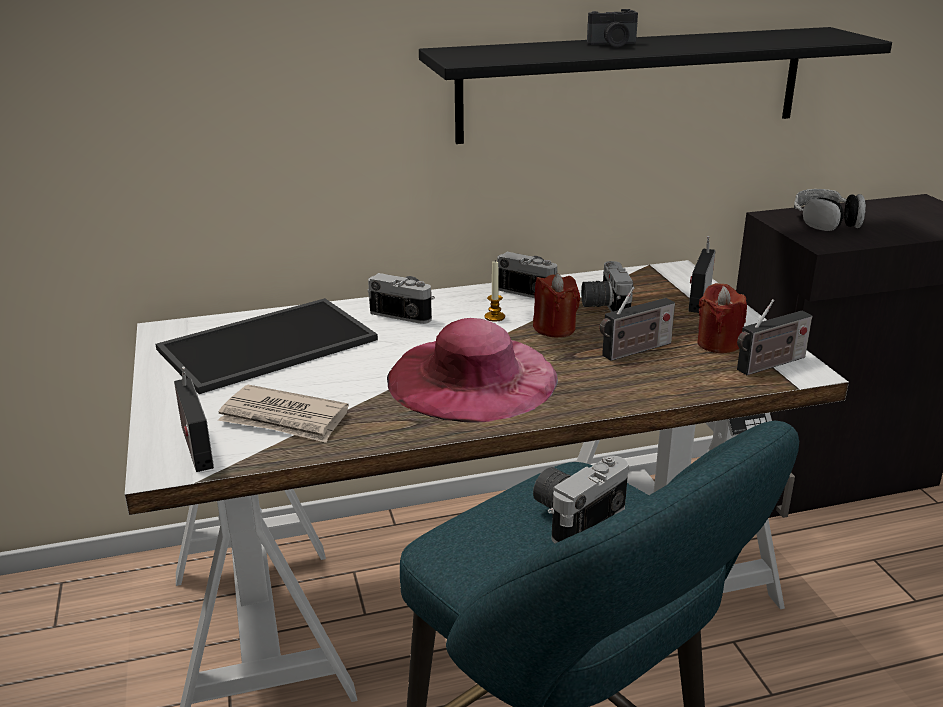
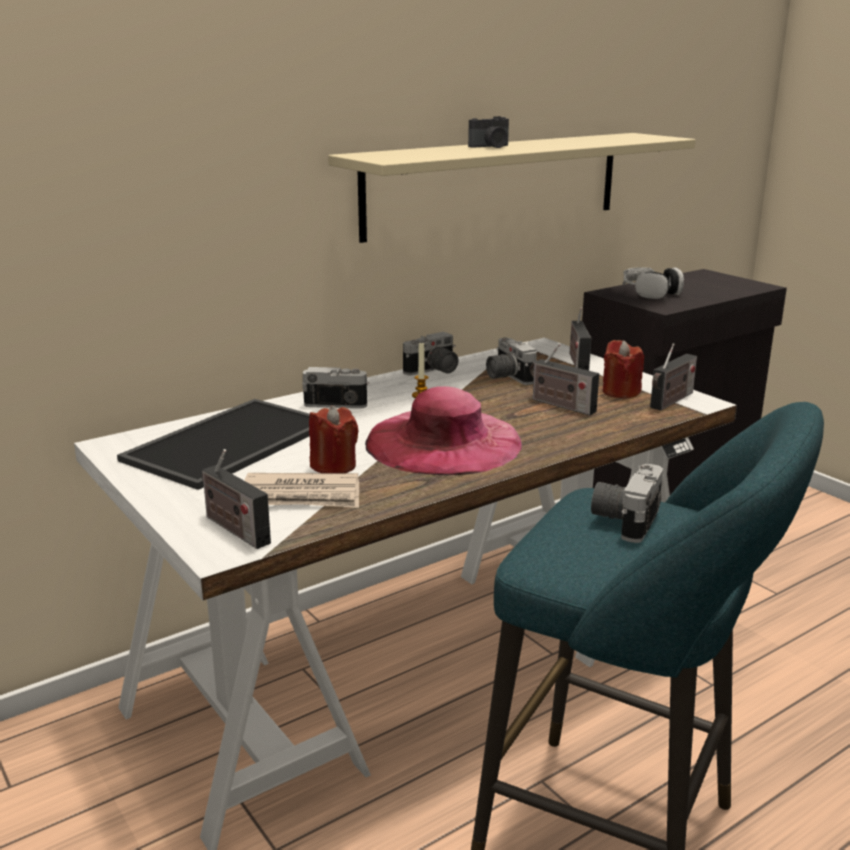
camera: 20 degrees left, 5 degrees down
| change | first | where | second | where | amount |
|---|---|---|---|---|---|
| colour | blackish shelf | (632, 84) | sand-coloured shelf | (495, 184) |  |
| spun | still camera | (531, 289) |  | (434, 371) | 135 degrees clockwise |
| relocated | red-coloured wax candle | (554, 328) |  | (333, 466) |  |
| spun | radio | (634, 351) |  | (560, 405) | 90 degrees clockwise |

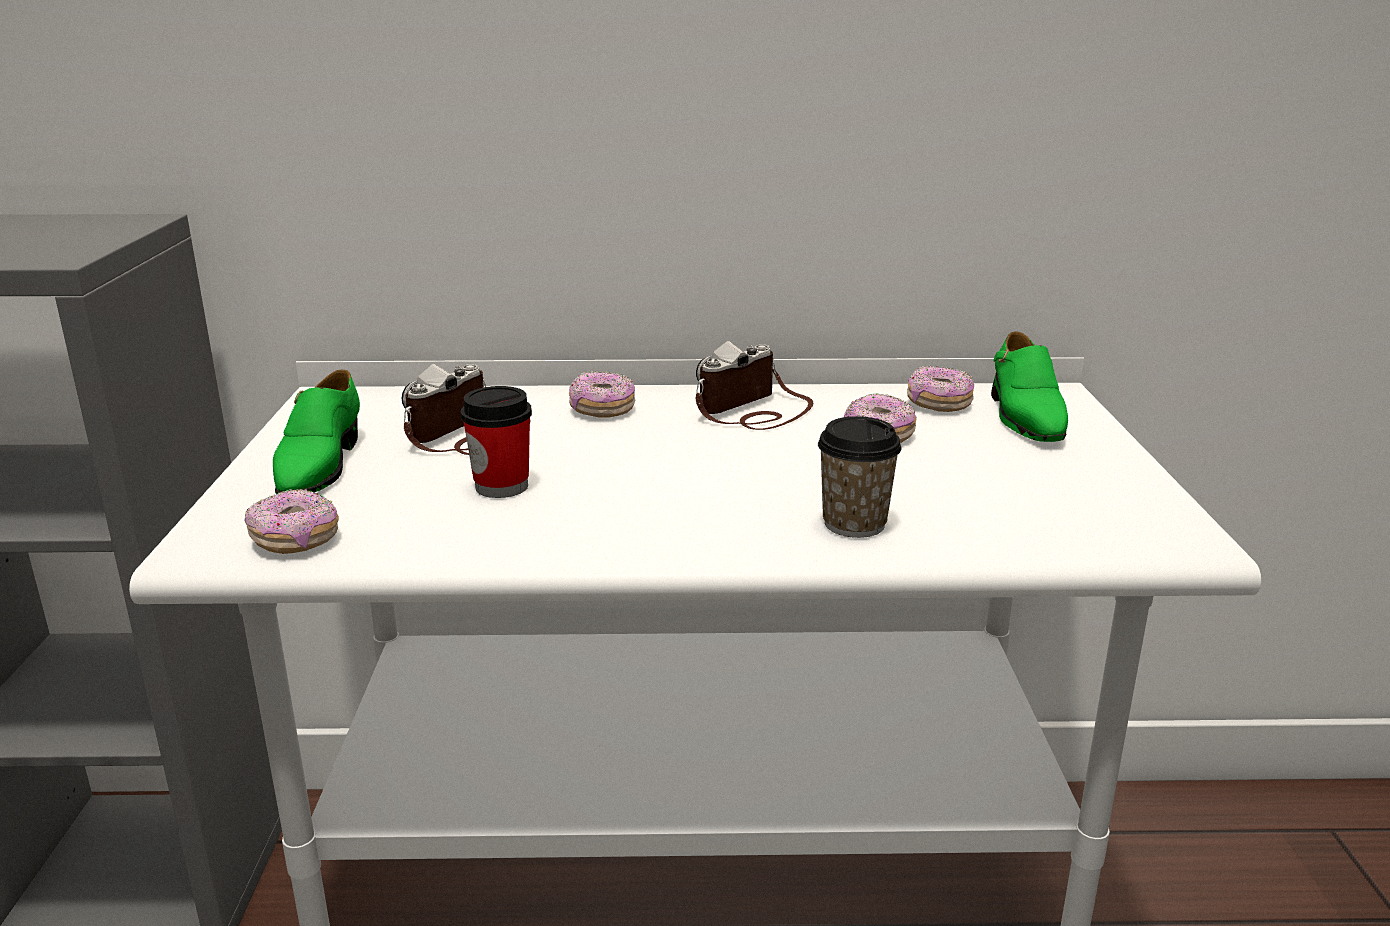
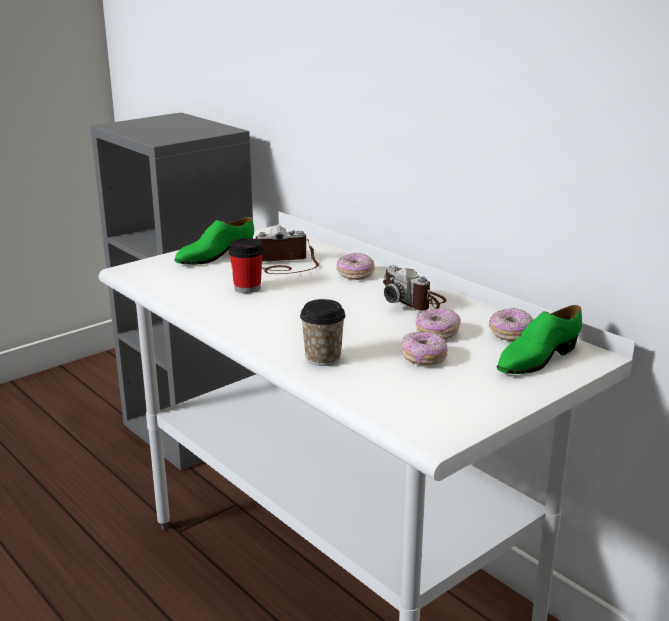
camera: 50 degrees right, 0 degrees up
| change | first | where | second | where | amount |
|---|---|---|---|---|---|
| relocated | donut | (296, 540) |  | (424, 358) |  |
| spun | still camera | (753, 411) |  | (414, 300) | 135 degrees counterclockwise |

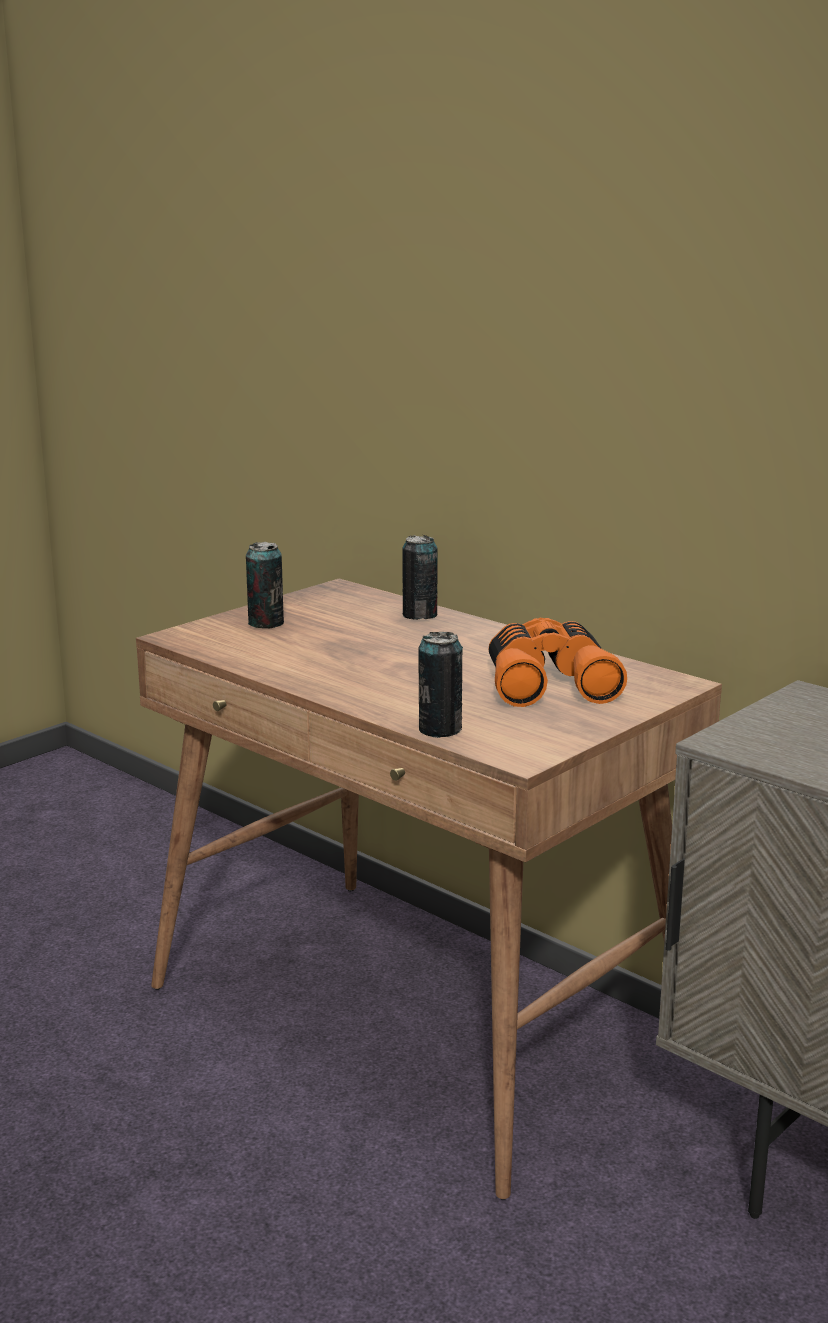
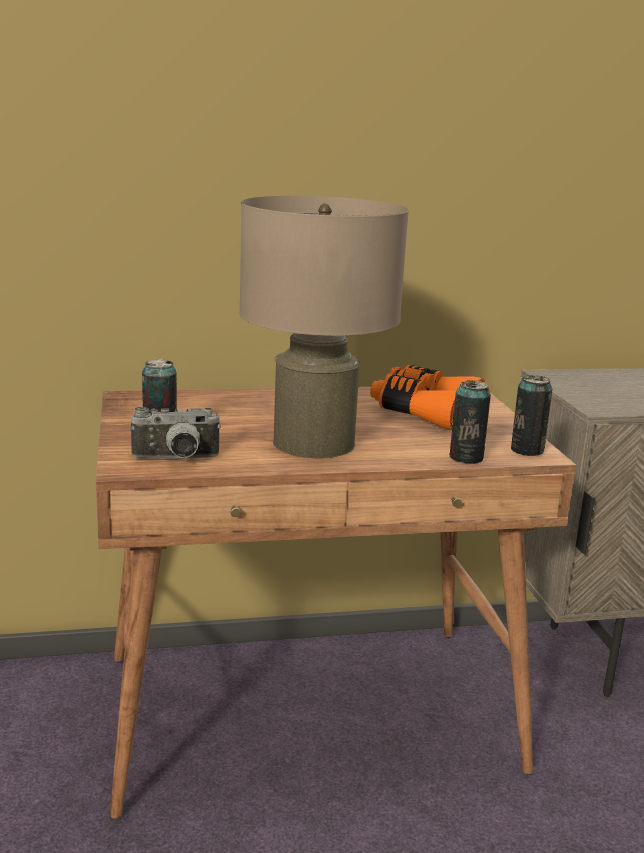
camera: 55 degrees left, 0 degrees up
| change | first | where | second | where | amount |
|---|---|---|---|---|---|
| relocated | sealed can | (420, 615) |  | (527, 450) |  |
| appeared |  |  | still camera | (176, 459) |  |
| appeared |  |  | sand-coloured lamp for a table | (314, 442) |  |

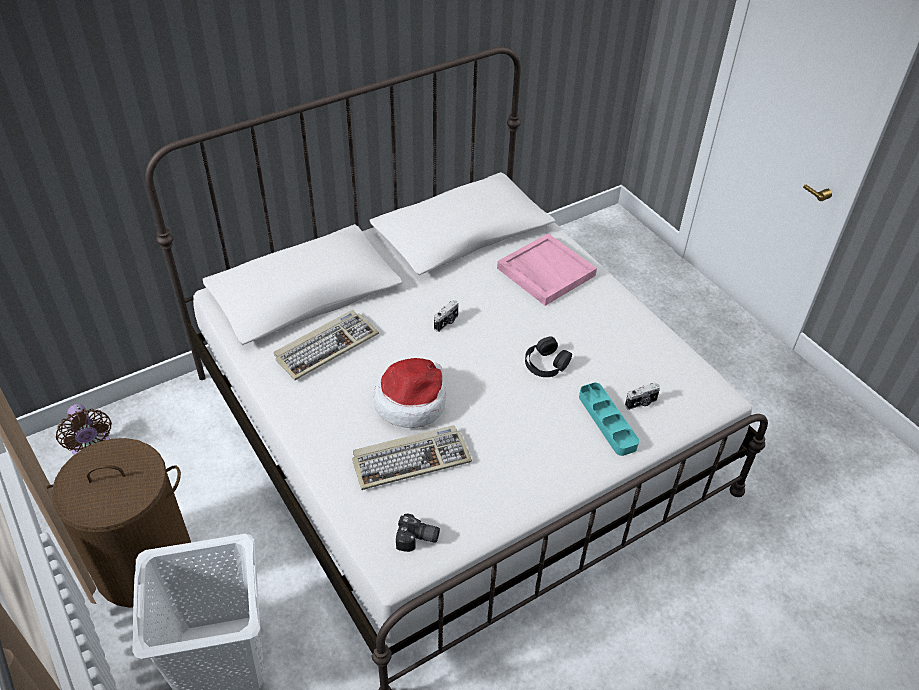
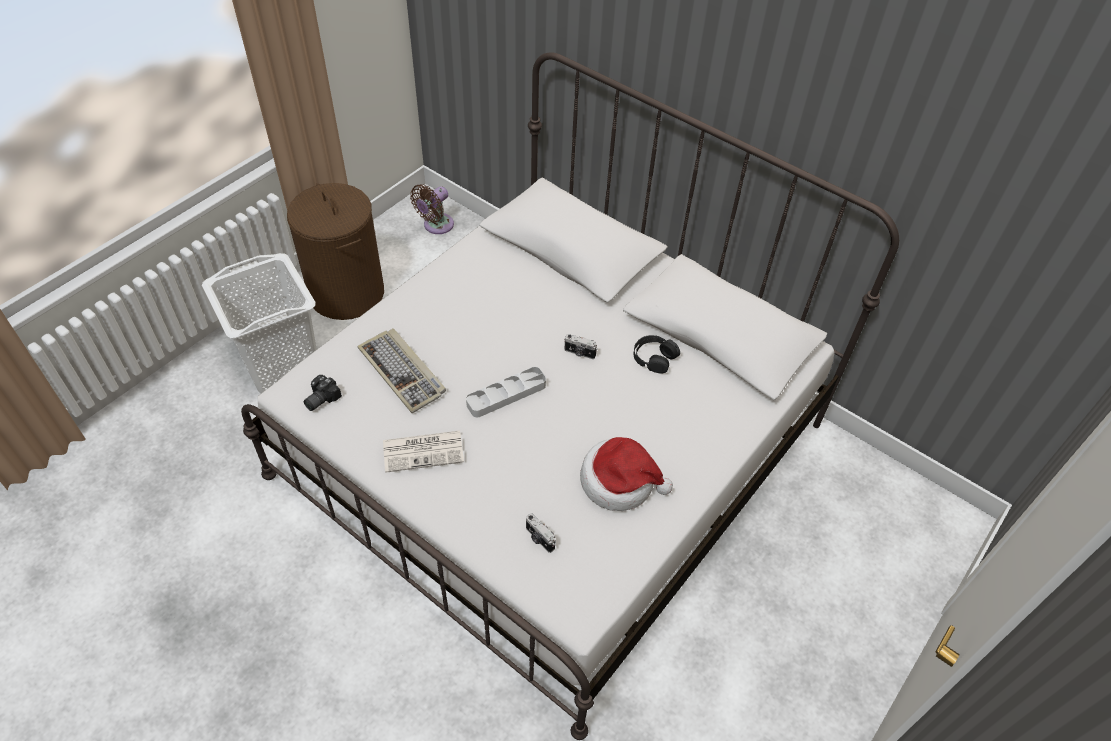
camera: 70 degrees right, 5 degrees up
| change | first | where | second | where | amount |
|---|---|---|---|---|---|
| missing | keyboard | (326, 346) |  |  |  |
| relocated | hat | (411, 402) |  | (619, 481) |  |
| spun | still camera | (417, 539) |  | (320, 398) | 45 degrees clockwise |
| missing | pink serving tray | (545, 272) |  |  |  |
| relocated | blackish headset | (546, 363) |  | (654, 357) |  |
| missing | turquoise serving tray | (607, 421) |  |  |  |
| appeared |  |  | newspaper | (424, 451) |  |
| appeared |  |  | grey serving tray | (506, 395) |  |

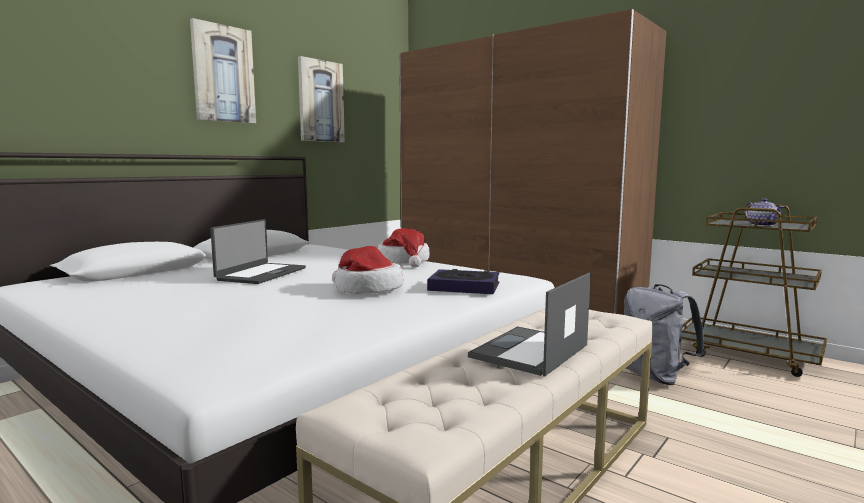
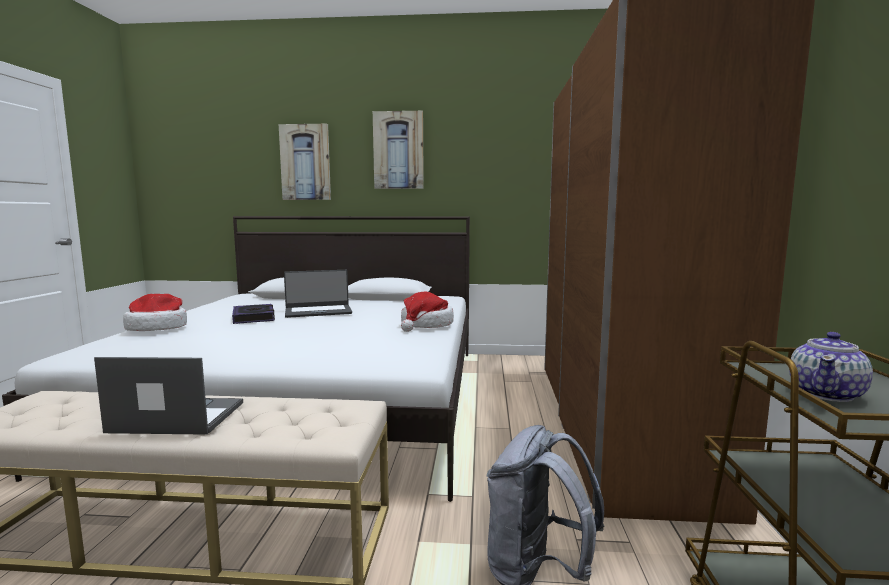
camera: 55 degrees right, 0 degrees up
| change | first | where | second | where | amount |
|---|---|---|---|---|---|
| relocated | picture | (320, 101) |  | (305, 162) |  |
| relocated | hat | (367, 289) |  | (158, 328) |  |
| relocated | volume | (464, 287) |  | (254, 318) |  |

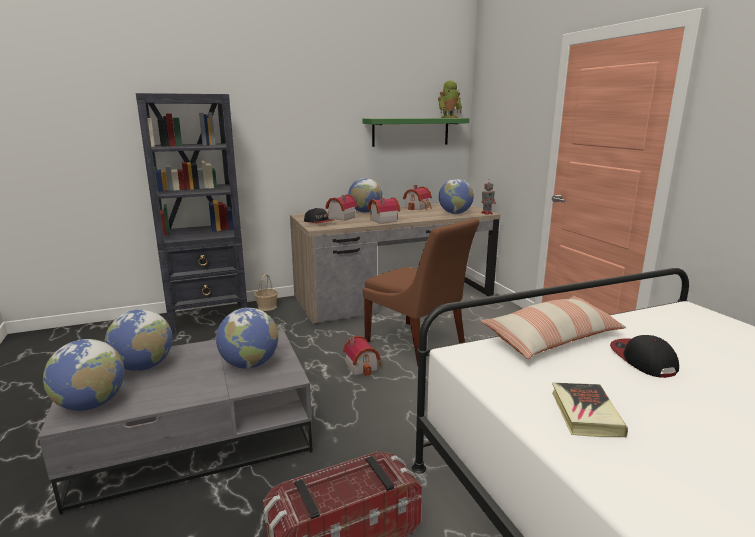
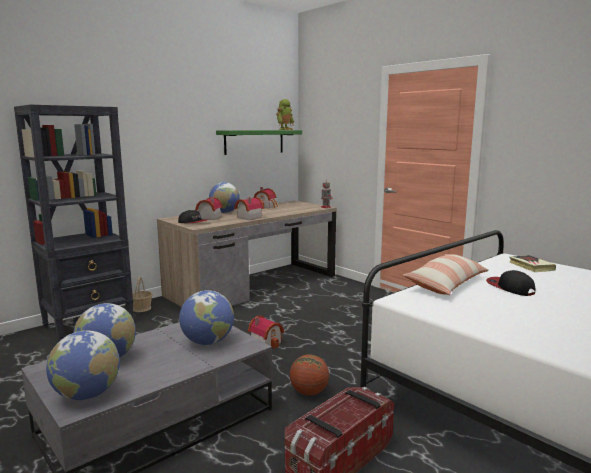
camera: 20 degrees left, 5 degrees down
| change | first | where | second | where | amount |
|---|---|---|---|---|---|
| missing | brown-coloured chair | (417, 345) |  |  |  |
| missing | world globe | (455, 213) |  |  |  |
| relocated | volume | (585, 414) |  | (531, 266) |  |
| appeared |  |  | ball for basketball | (309, 392) |  |

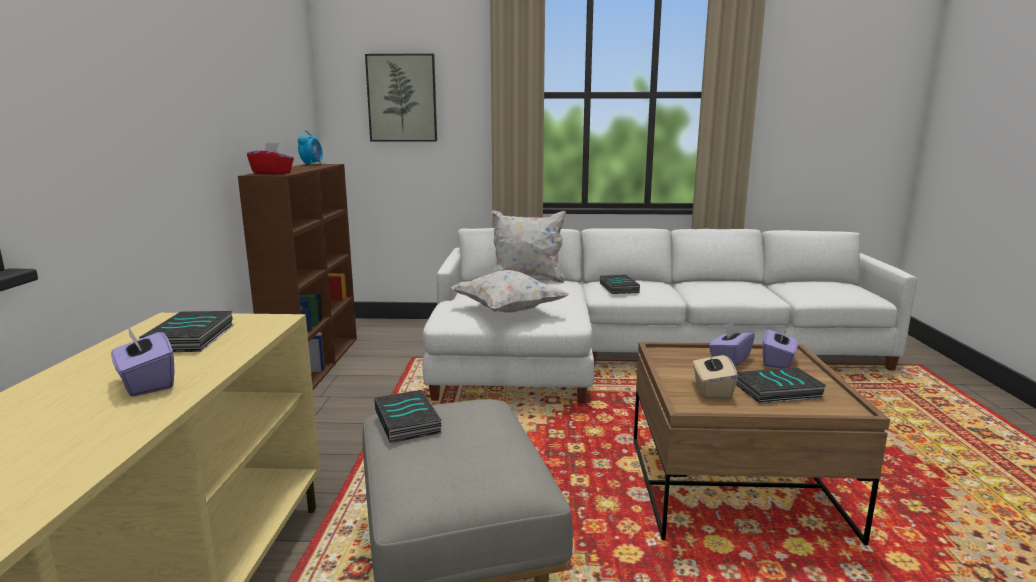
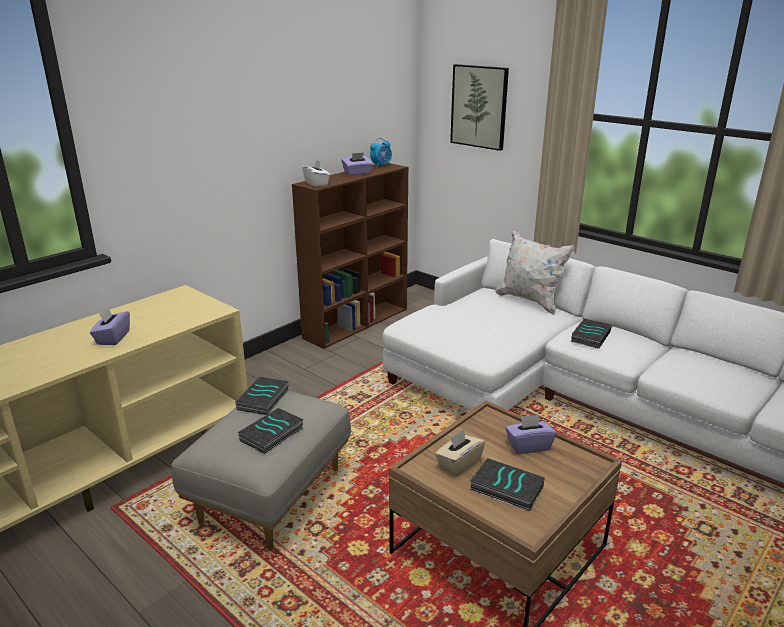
camera: 40 degrees right, 10 degrees up
| change | first | where | second | where | amount |
|---|---|---|---|---|---|
| relocated | volume | (192, 338) |  | (272, 435) |  |
| colour | red-coloured tissue holder | (272, 173) | white tissue holder | (317, 183) |  |
| missing | white throw pillow | (507, 311) |  |  |  |
| relocated | purple tissue holder | (778, 362) |  | (357, 173) |  |

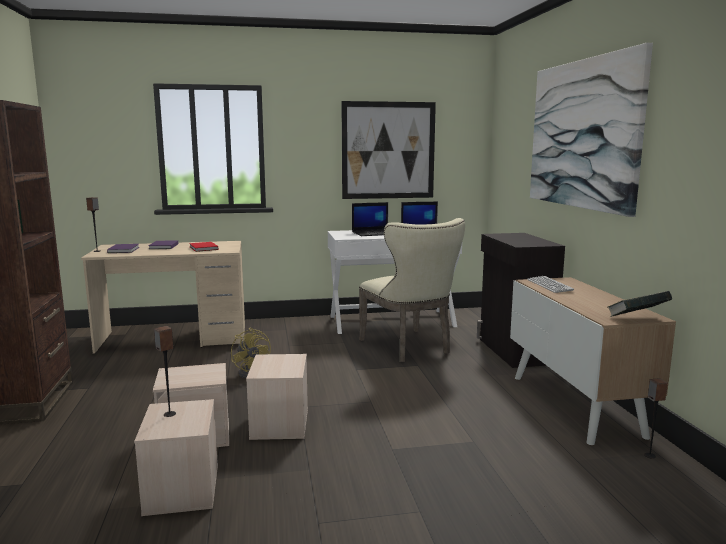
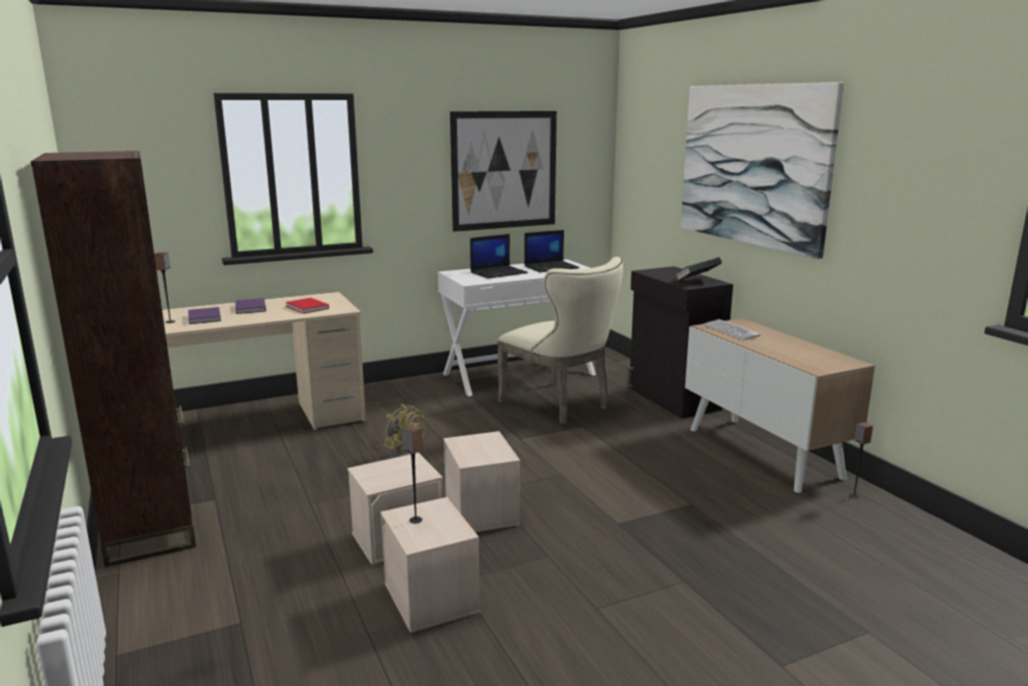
camera: 15 degrees left, 5 degrees up
| change | first | where | second | where | amount |
|---|---|---|---|---|---|
| relocated | volume | (637, 319) |  | (697, 281) |  |

